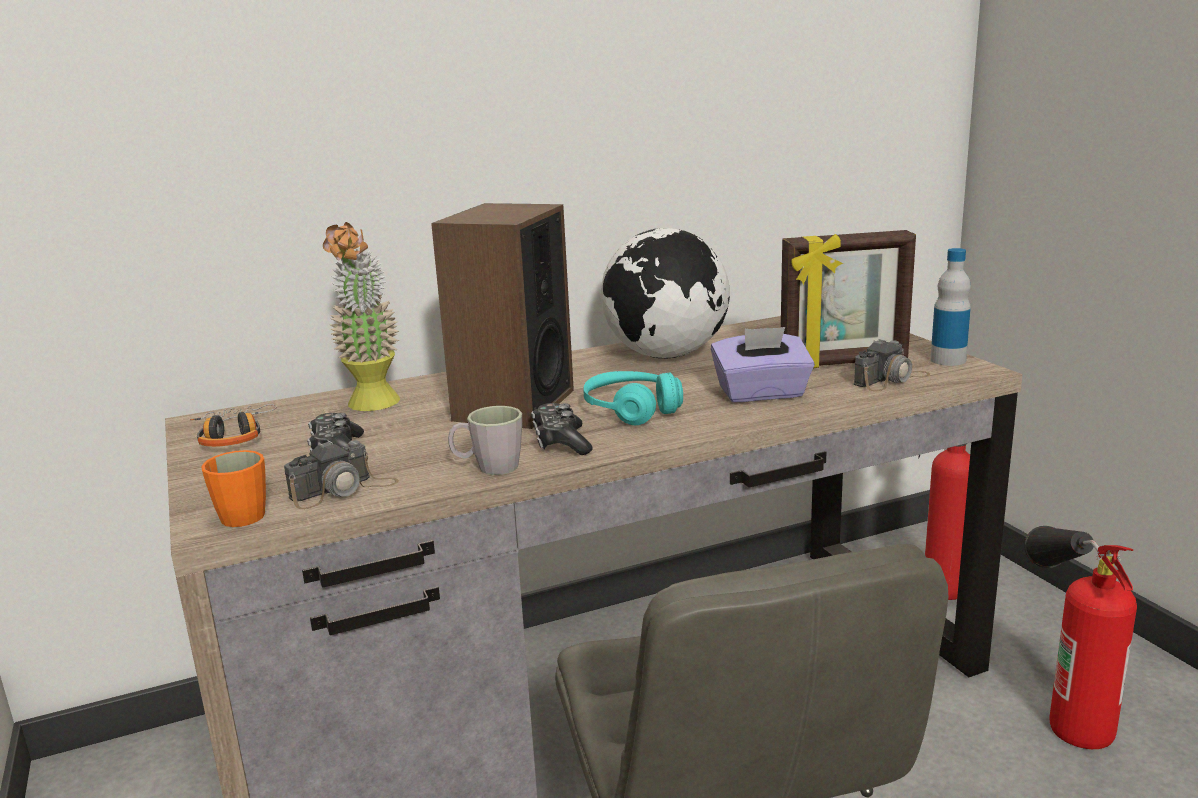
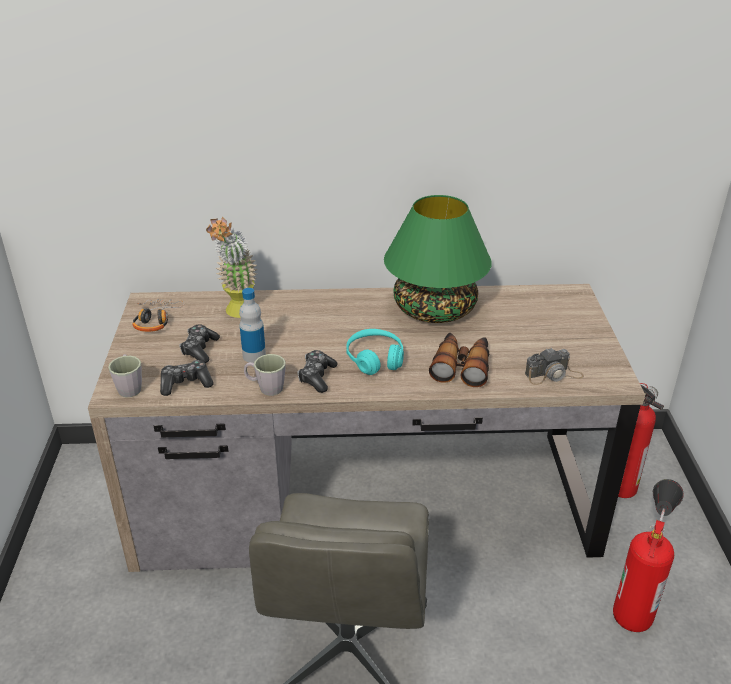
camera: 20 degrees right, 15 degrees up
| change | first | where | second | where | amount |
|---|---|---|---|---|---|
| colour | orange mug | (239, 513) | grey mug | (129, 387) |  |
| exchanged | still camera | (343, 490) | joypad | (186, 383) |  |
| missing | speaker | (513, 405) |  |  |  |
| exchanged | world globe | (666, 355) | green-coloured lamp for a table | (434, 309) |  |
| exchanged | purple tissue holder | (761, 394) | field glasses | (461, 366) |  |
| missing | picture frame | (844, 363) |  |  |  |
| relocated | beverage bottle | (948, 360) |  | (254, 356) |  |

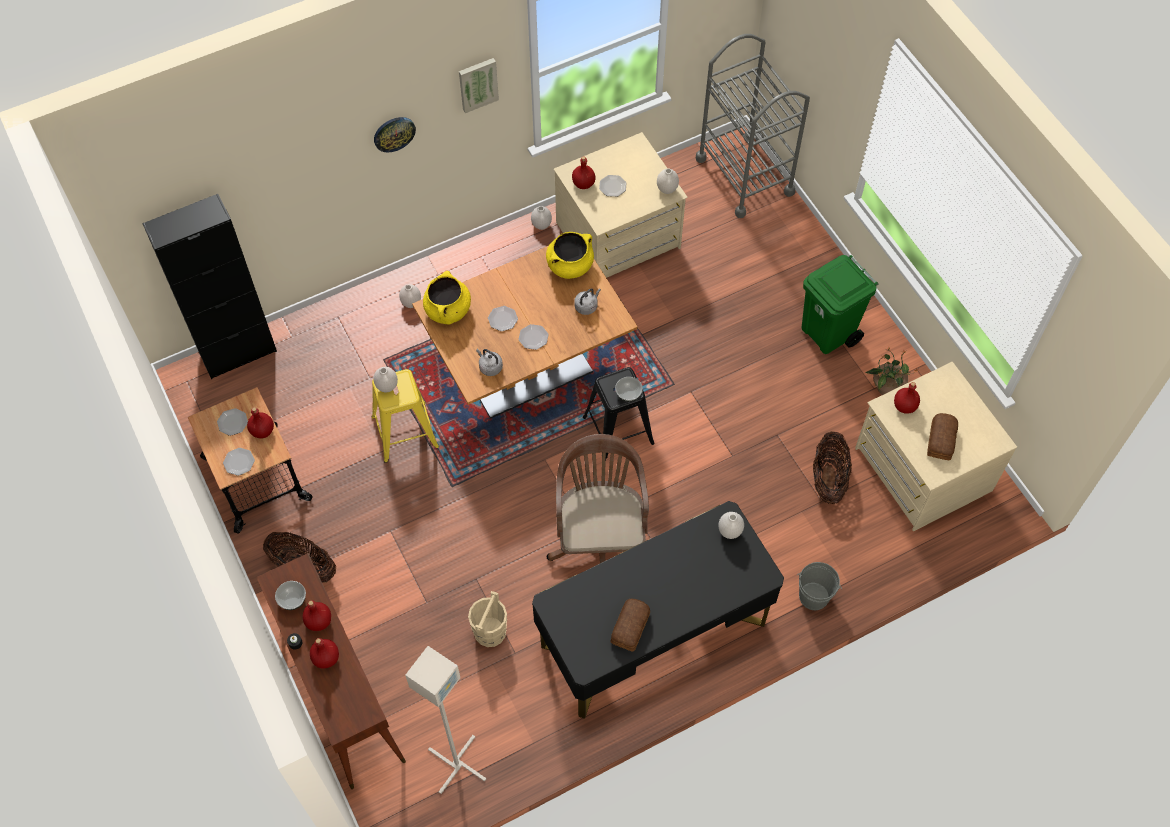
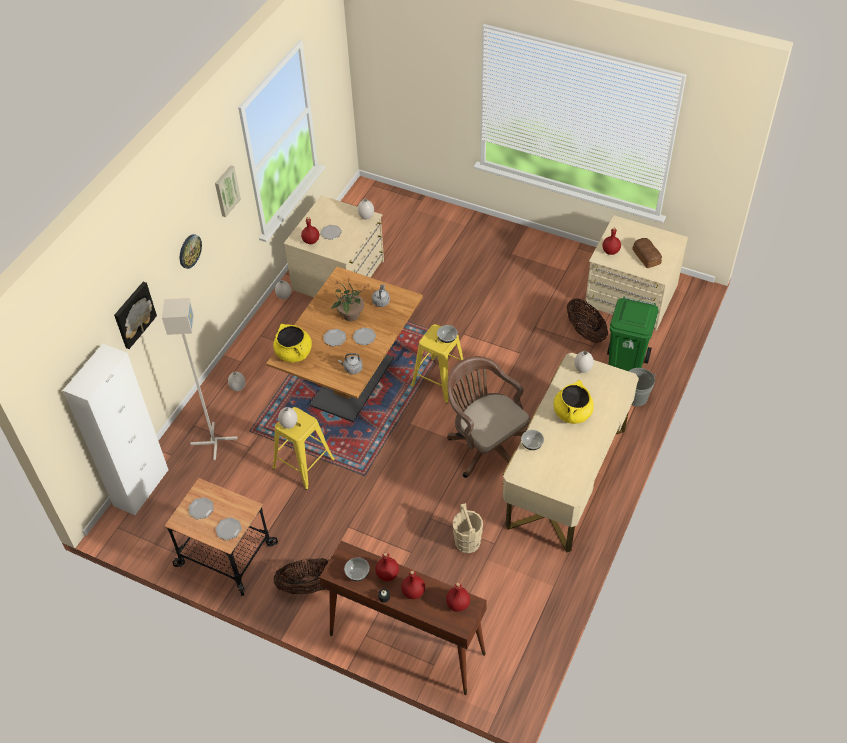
camera: 35 degrees left, 10 degrees down
| change | first | where | second | where | amount |
|---|---|---|---|---|---|
| colour | blackish storage cabinet | (238, 353) | white storage cabinet | (141, 487) |  |
| relocated | red-coloured beverage bottle | (263, 430) |  | (458, 604) |  |
| relocated | grey floor lamp | (457, 765) |  | (214, 441) |  |
| colour | blackish desk | (653, 634) | sand-coloured desk | (566, 477) |  |
| relocated | yellow stockpot | (570, 265) |  | (572, 413) |  |
| colour | blackish sitting stool | (617, 431) | yellow sitting stool | (439, 381) |  |
| missing | baked bread | (631, 627) |  |  |  |
| missing | grey trolley | (744, 175) |  |  |  |
| relocated | green-coloured waste bin | (828, 333) |  | (626, 363) |  |
| relocated | plant in a pot | (886, 387) |  | (350, 315) |  |
| appeared |  |  | picture | (133, 314) |  |
| appeared |  |  | deep dish | (532, 445) |  |

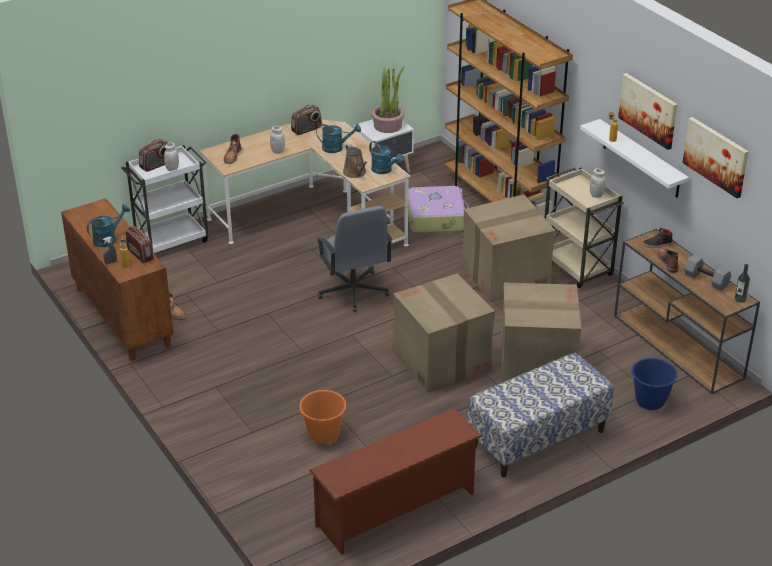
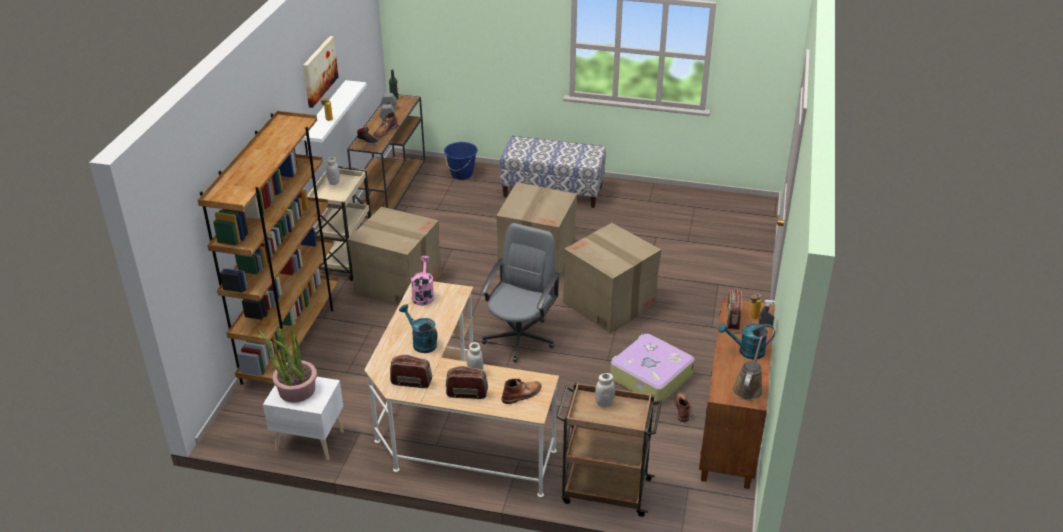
camera: 135 degrees left, 0 degrees up
| change | first | where | second | where | amount |
|---|---|---|---|---|---|
| colour | white trolley | (172, 241) | brown-coloured trolley | (604, 490) |  |
| relocated | radio | (155, 165) |  | (467, 393) |  |
| missing | orange bucket | (324, 434) |  |  |  |
| missing | brown-coloured shoe shelf | (396, 510) |  |  |  |
| relocated | brown-coloured watering pot | (355, 173) |  | (748, 388) |  |
| colour | turquoise watering pot | (384, 170) | pink watering pot | (423, 295) |  |
| relocated | travel case | (436, 217) |  | (650, 377) |  |
| relocated | packing box | (536, 363) |  | (610, 304) |  |
| missing | picture | (716, 156) |  |  |  |

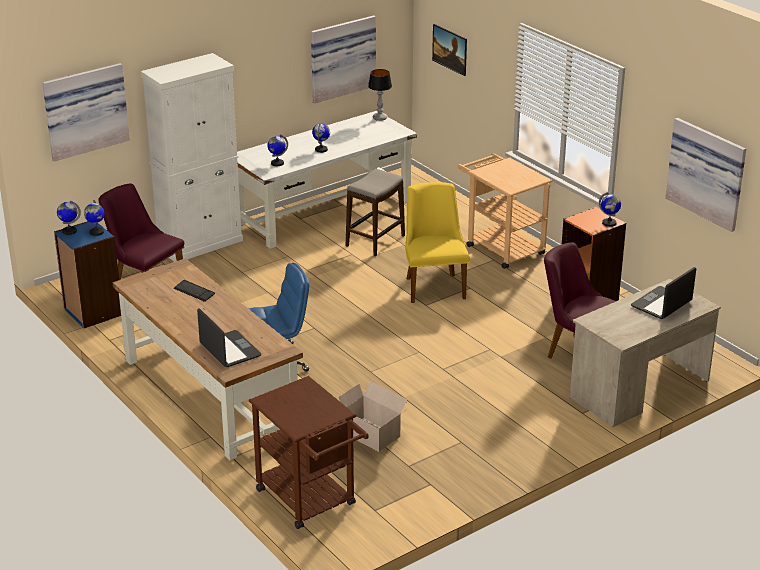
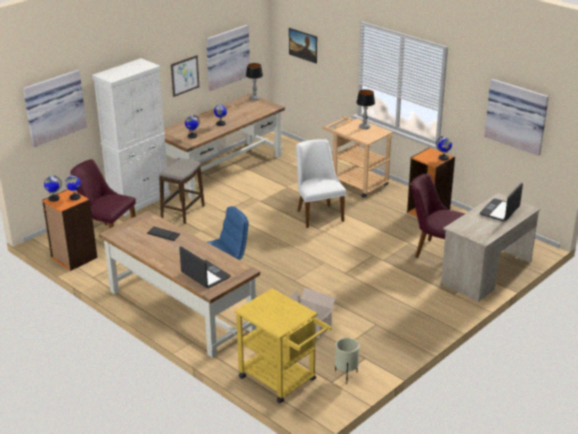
camera: 10 degrees left, 0 degrees up
| change | first | where | second | where | amount |
|---|---|---|---|---|---|
| colour | blue bookshelf | (92, 312) | orange bookshelf | (73, 258) |  |
| colour | white desk | (324, 211) | brown-coloured desk | (223, 169) |  |
| colour | brown-coloured trolley | (311, 501) | yellow trolley | (282, 381) |  |
| relocated | sitting stool | (375, 241) |  | (183, 212) |  |
| colour | yellow chair | (433, 285) | white chair | (318, 213) |  |
| appeared |  |  | picture | (185, 75) |  |
| appeared |  |  | sand-coloured plant pot | (346, 376) |  |
| appeared |  |  | lamp for a table | (364, 127) |  |

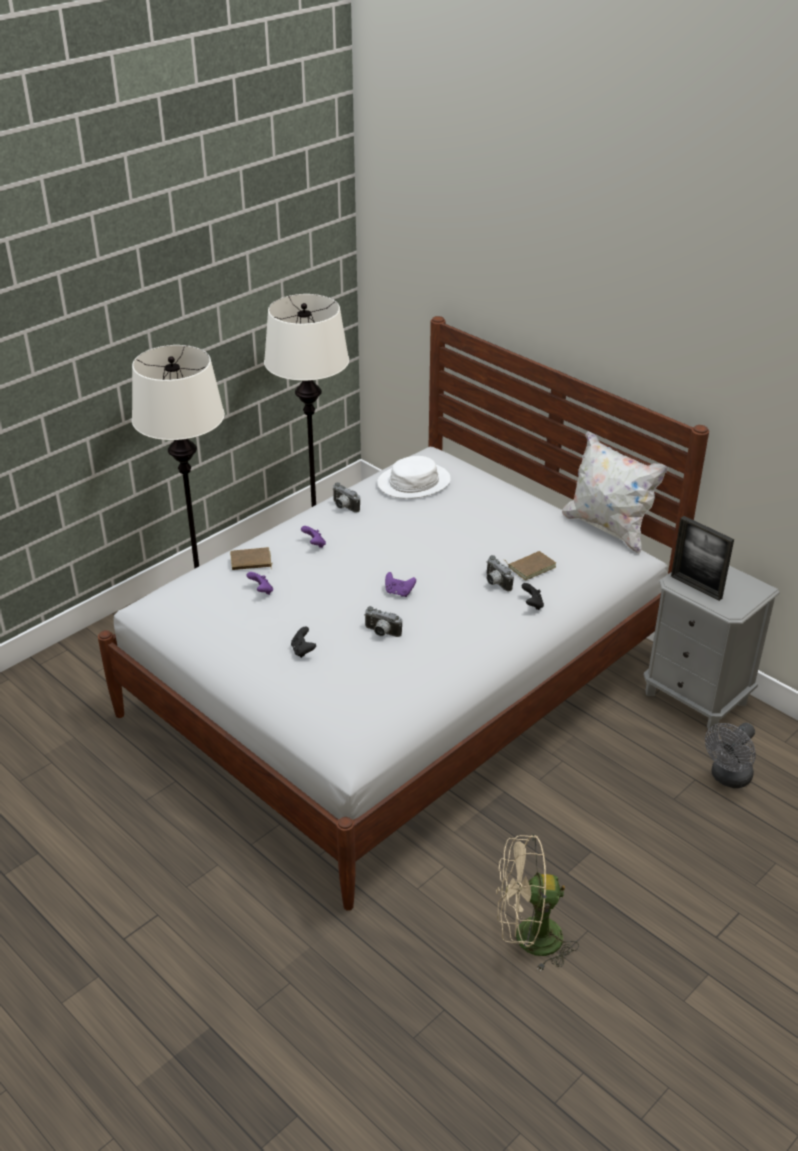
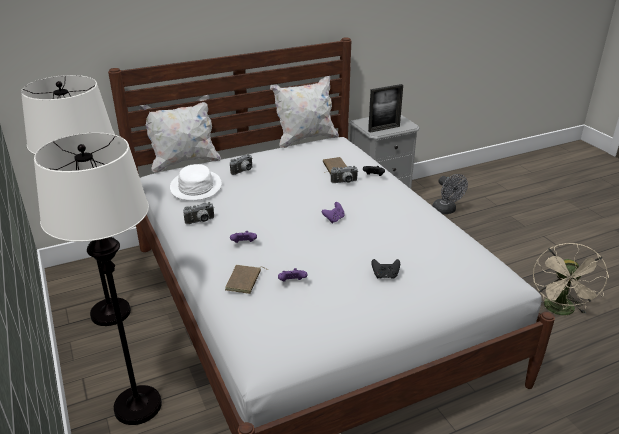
camera: 70 degrees left, 5 degrees down
| change | first | where | second | where | amount |
|---|---|---|---|---|---|
| relocated | still camera | (381, 633) |  | (243, 171) |  |
| appeared |  |  | white throw pillow | (184, 162) |  |

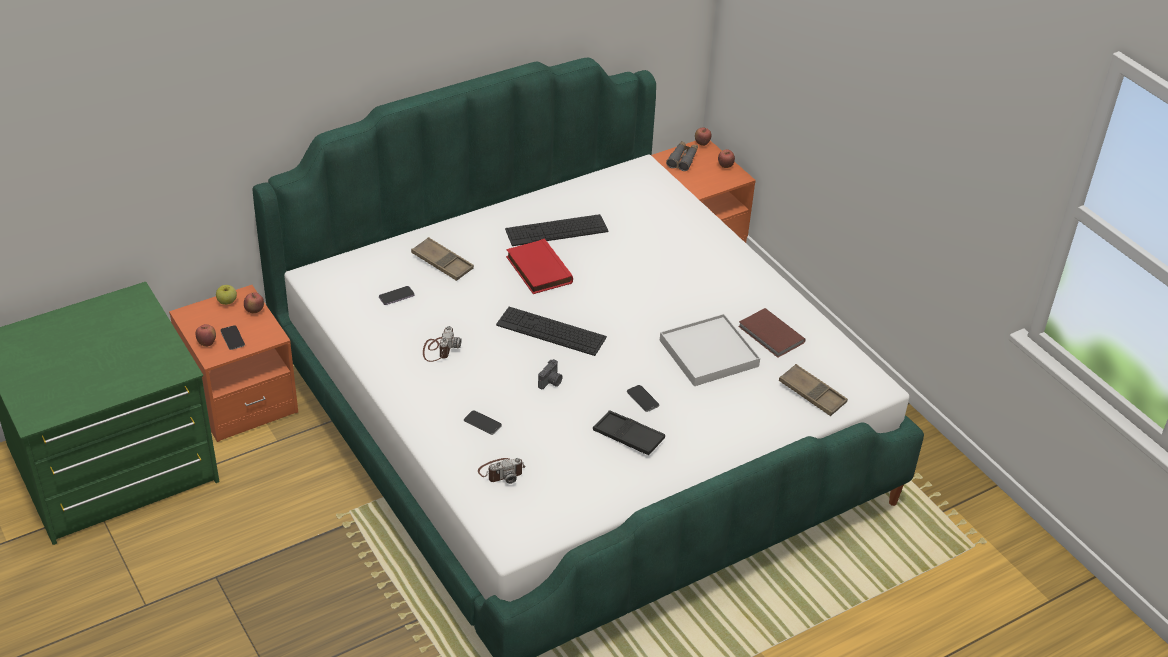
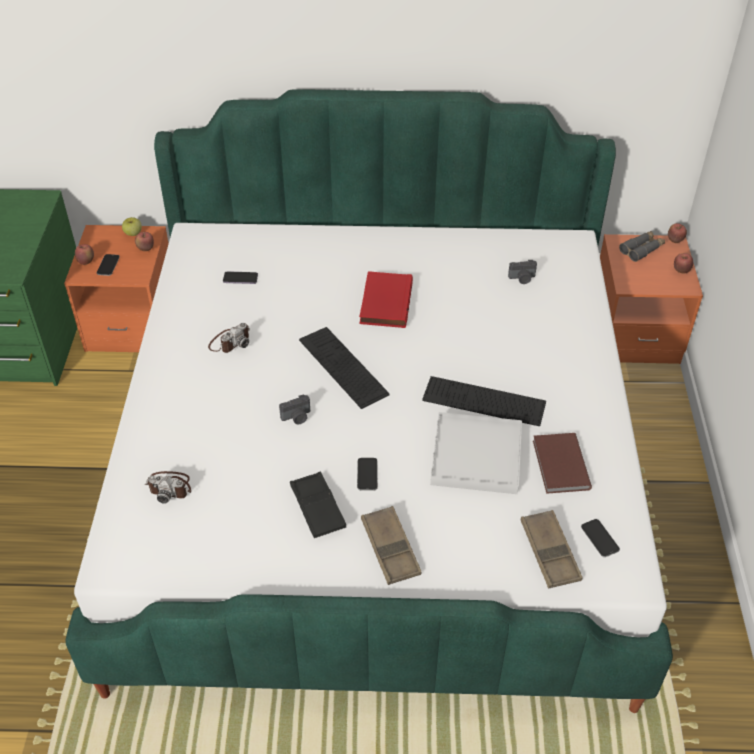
camera: 35 degrees right, 5 degrees up
| change | first | where | second | where | amount |
|---|---|---|---|---|---|
| relocated | brown-coloured serving tray | (442, 263) |  | (390, 548) |  |
| relocated | phone | (482, 423) |  | (599, 538) |  |
| relocated | keyboard | (556, 230) |  | (484, 401) |  |
| appeared |  |  | still camera | (522, 278) |  |

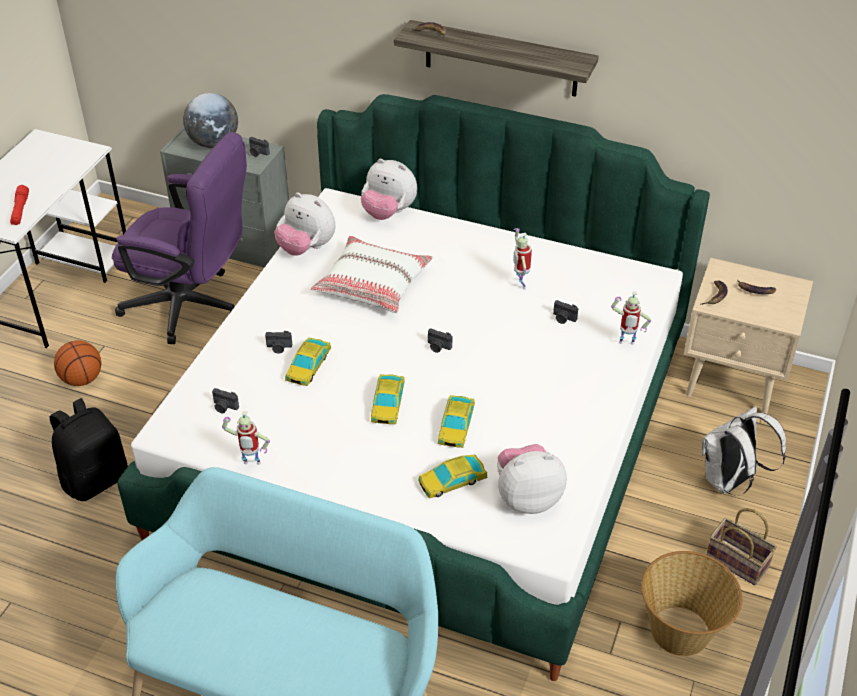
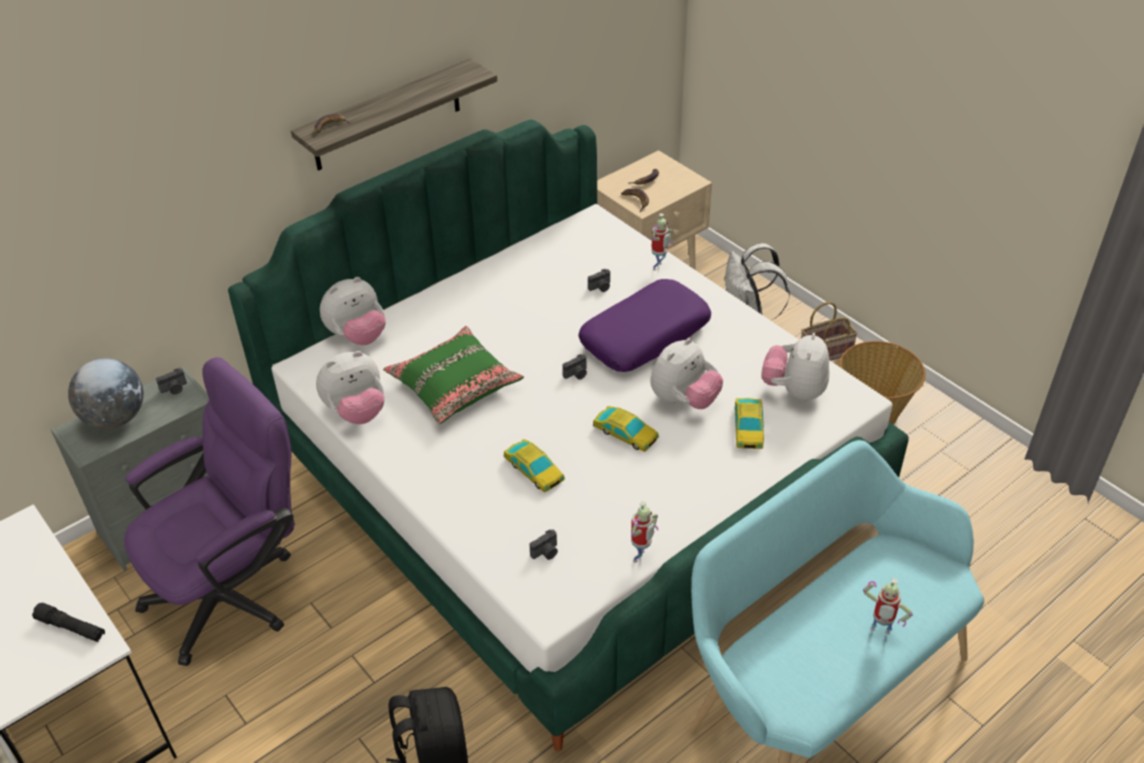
camera: 60 degrees left, 0 degrees up
| change | first | where | second | where | amount |
|---|---|---|---|---|---|
| colour | red-coloured flashlight | (20, 210) | blackish flashlight | (71, 628) |  |
| missing | ball for basketball | (82, 379) |  |  |  |
| missing | still camera | (279, 348) |  |  |  |
| colour | white throw pillow | (373, 284) | green-coloured throw pillow | (454, 384) |  |
| exchanged | model car | (456, 425) | soft toy | (684, 400) |  |
| relocated | robot figure | (520, 284) |  | (879, 633) |  |
| appeared |  |  | purple throw pillow | (644, 335) |  |

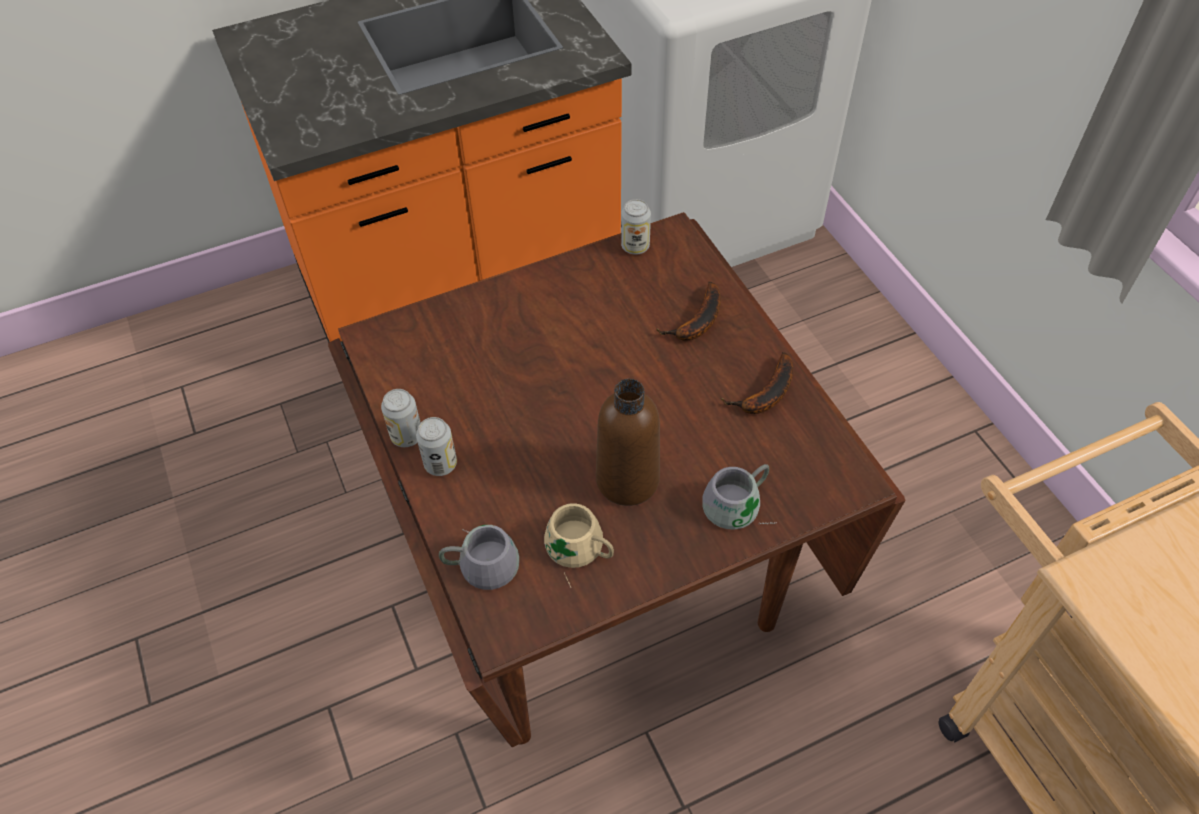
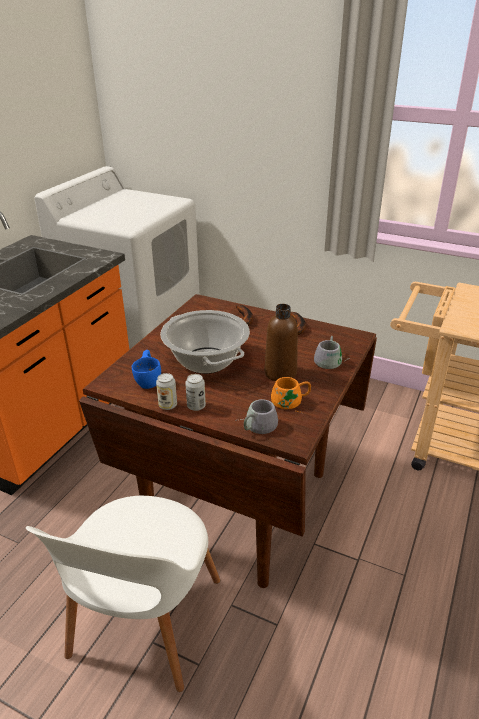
camera: 40 degrees left, 20 degrees down
| change | first | where | second | where | amount |
|---|---|---|---|---|---|
| colour | sand-coloured mug | (577, 552) | orange mug | (291, 402) |  |
| missing | sealed can | (635, 246) |  |  |  |
| appeared |  |  | white chair | (143, 623) |  |
| appeared |  |  | blue small cup | (149, 379) |  |
| appeared |  |  | stockpot | (206, 360) |  |

